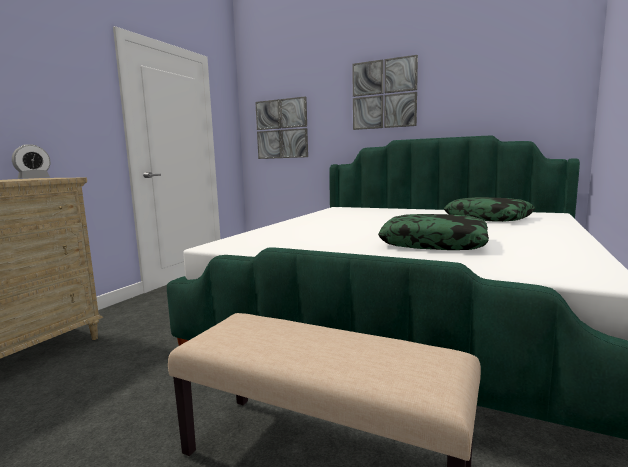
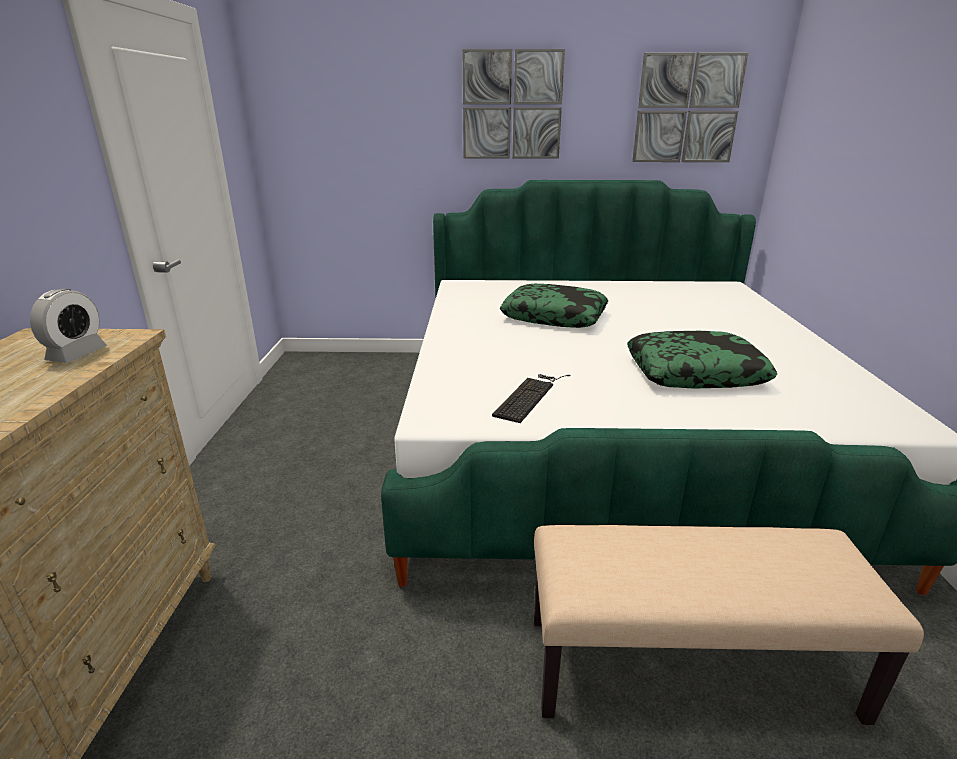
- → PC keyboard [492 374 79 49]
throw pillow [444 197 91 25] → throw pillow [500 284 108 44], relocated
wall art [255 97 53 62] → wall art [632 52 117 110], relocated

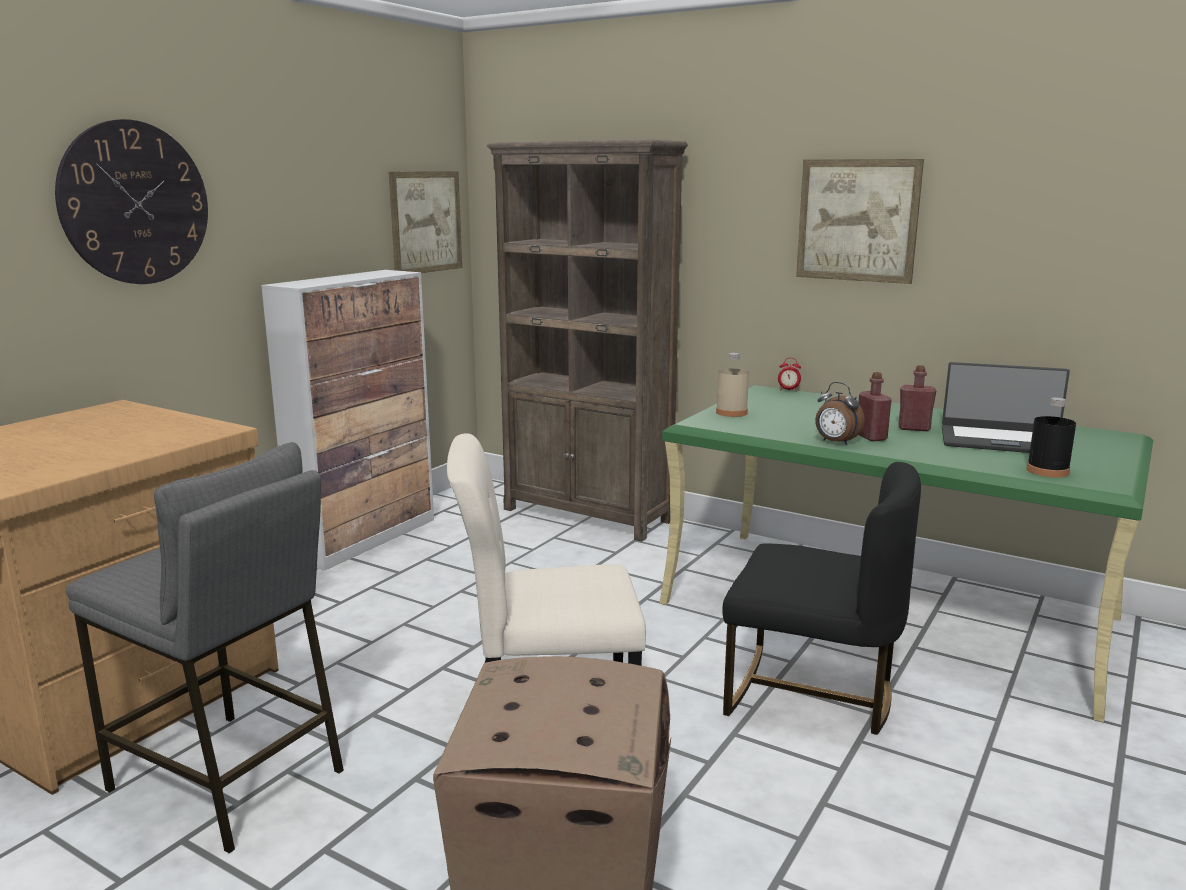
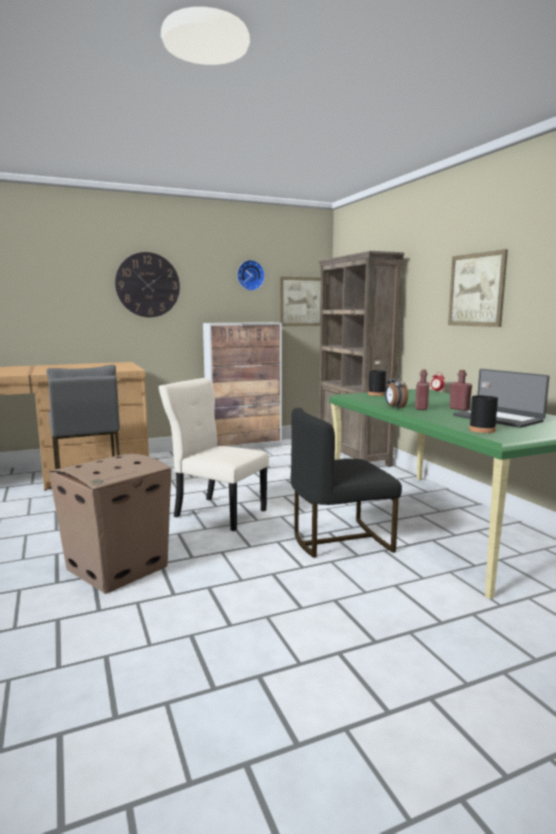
- → hanging clock [237 260 28 31]
black chair [722 462 199 273] → black chair [291 408 111 150], 105 degrees clockwise
sand-coloured beverage bottle [716 353 33 64] → black beverage bottle [368 361 18 35]

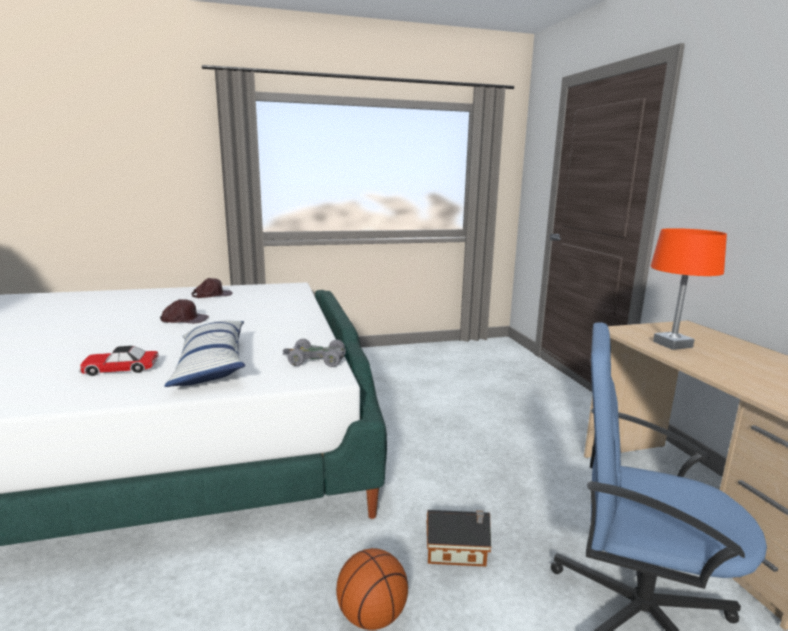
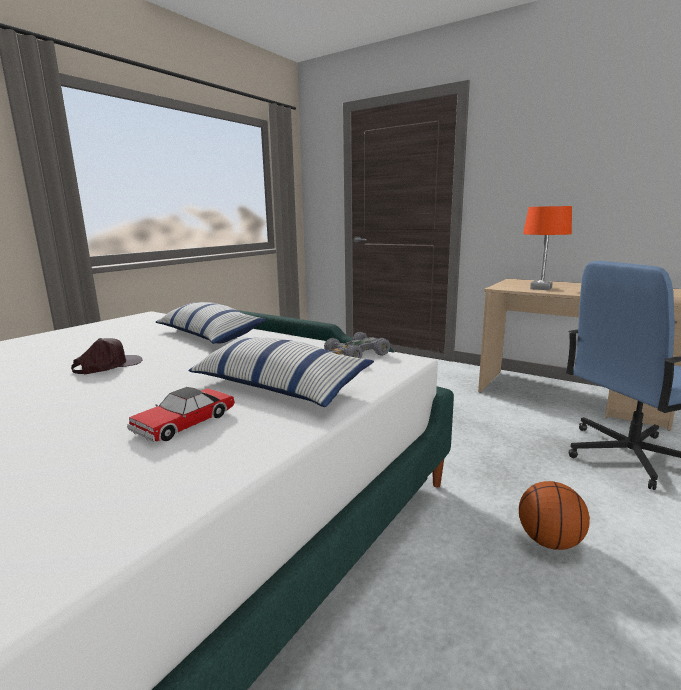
- → throw pillow [156 302 110 42]
brown baseball cap [192 278 41 20] → -
model house [427 510 64 56] → -

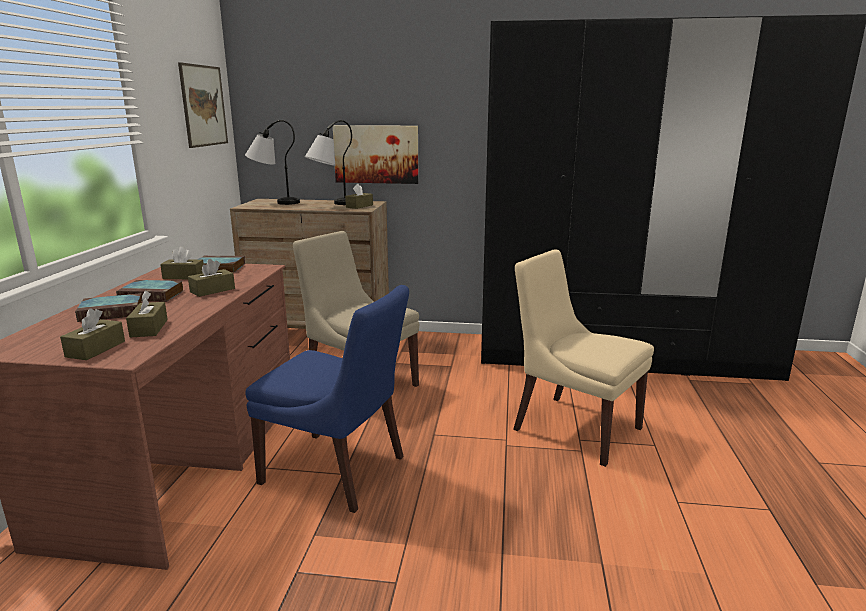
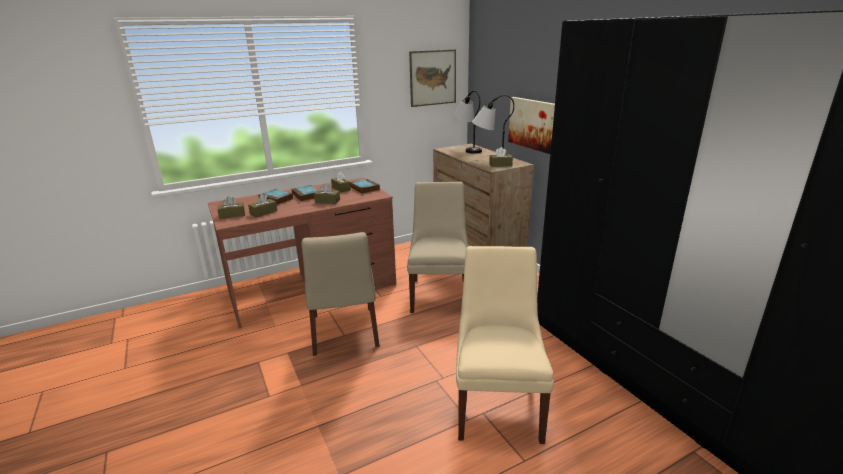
blue chair [245 285 164 228] → sand-coloured chair [302 232 77 124]

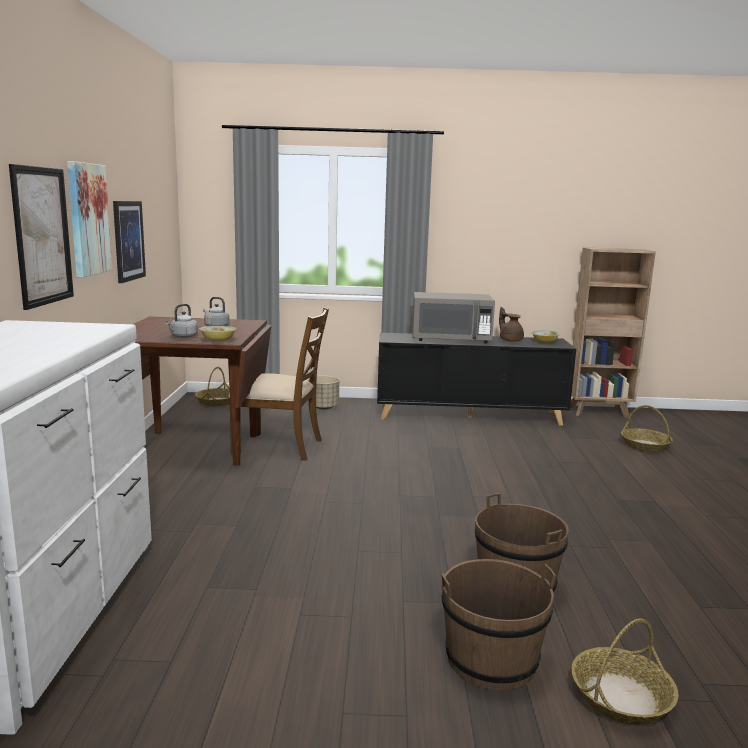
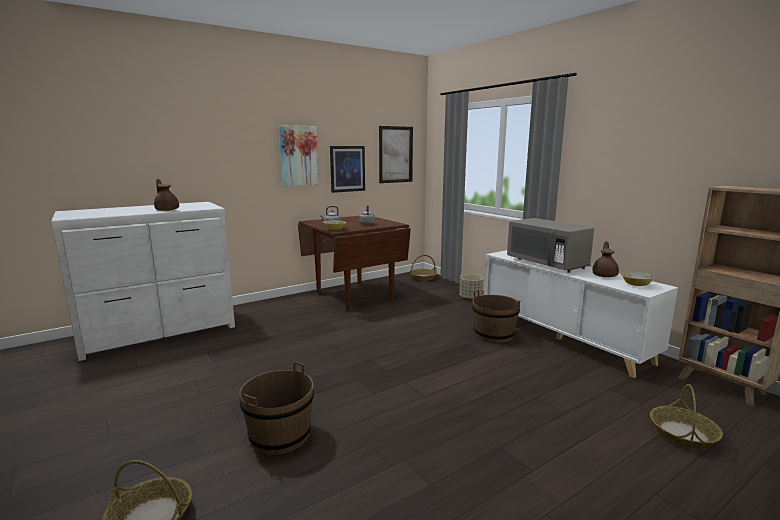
- → brown pot for tea [154 179 25 32]
wall art [9 164 65 146] → wall art [379 126 34 57], relocated
brown water bucket [441 559 115 131] → brown water bucket [472 290 49 53], relocated
black cabinet [377 332 199 93] → white-coloured cabinet [484 250 194 128]
brown chair [228 307 101 154] → -

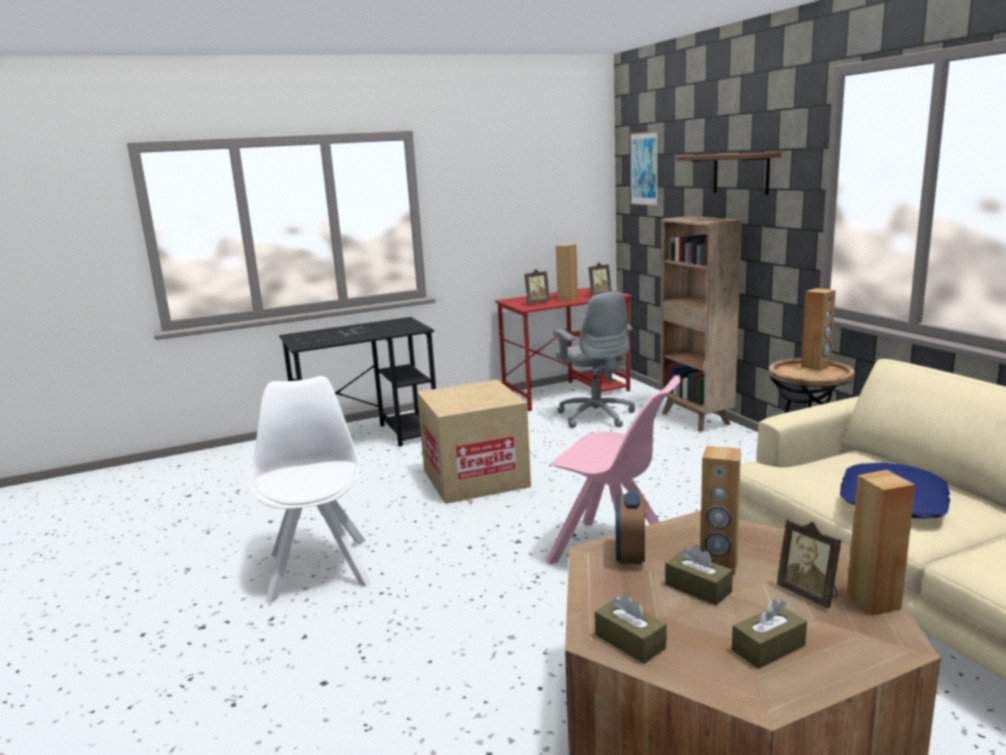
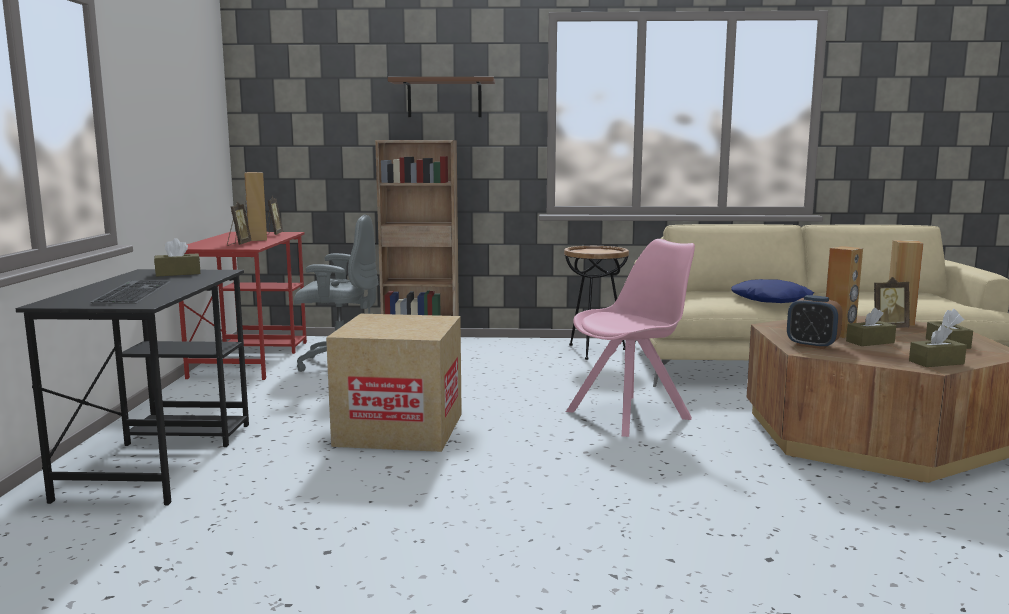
- → brown tissue holder [154 238 46 39]
white-coloured chair [249 376 122 227] → -
wall art [630 131 28 75] → -
brown loudspeaker [801 288 35 83] → -

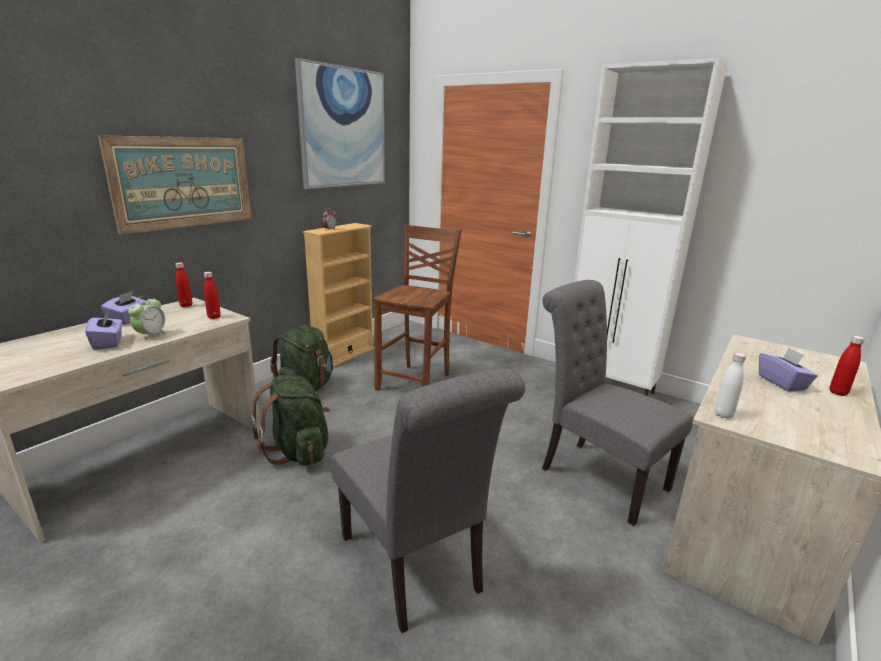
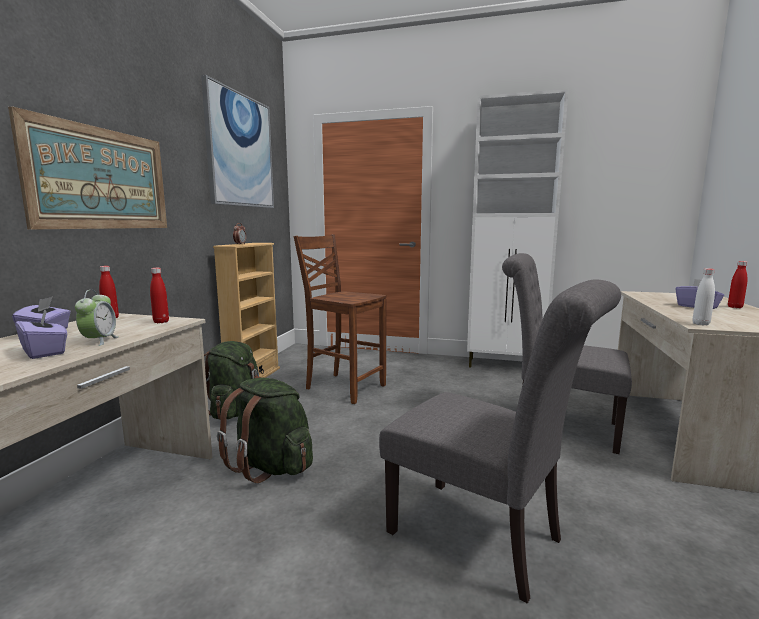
brown chair [373 224 89 167] → brown chair [294 234 92 170], 60 degrees counterclockwise

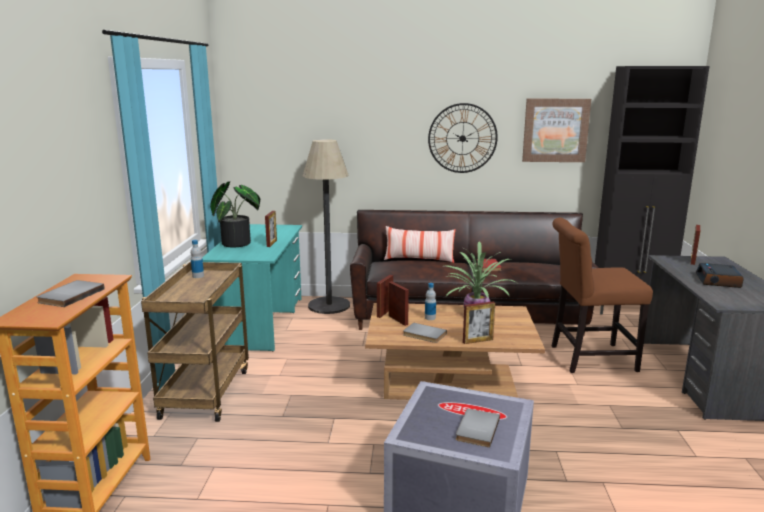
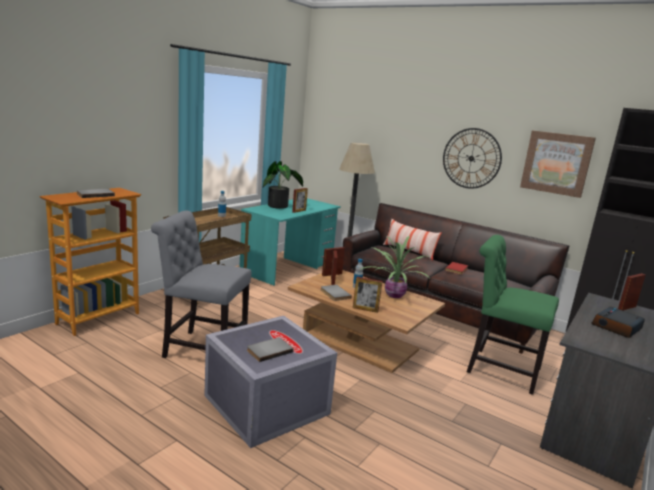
- → greyish chair [151 210 101 148]
brown chair [552 218 101 155] → green-coloured chair [467 235 92 160]

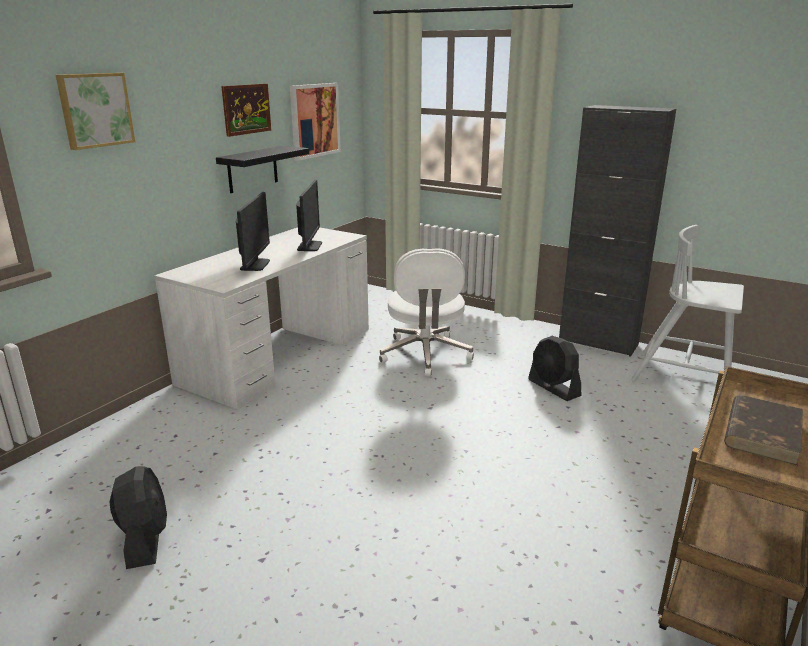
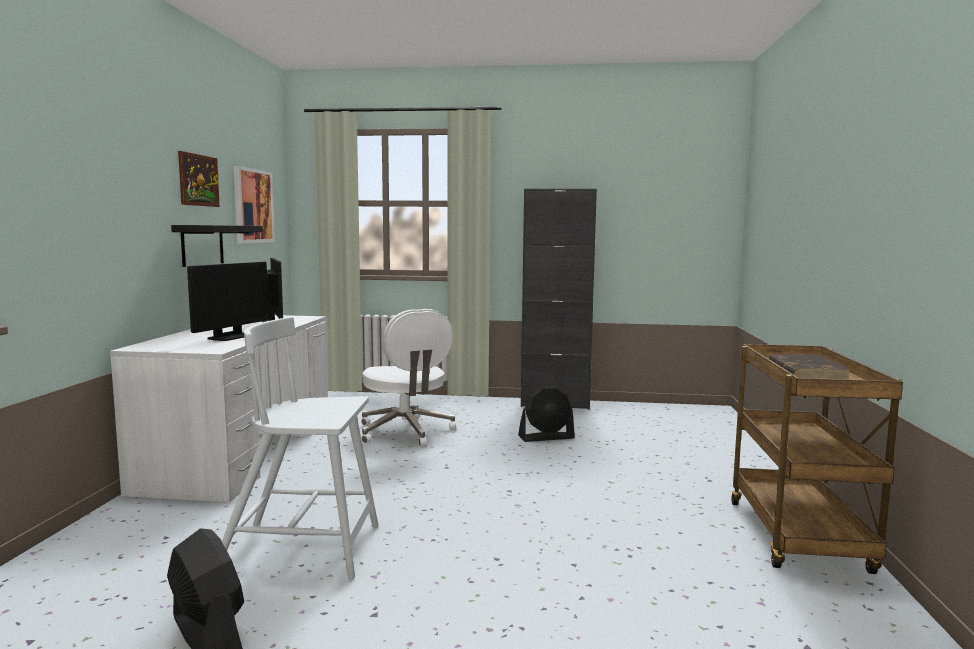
computer display [236 192 34 79] → computer display [187 262 82 79], 45 degrees clockwise
white-coloured chair [631 225 113 156] → white-coloured chair [222 317 157 262], relocated
black cooling fan [528 336 53 65] → black cooling fan [518 385 57 57], 45 degrees counterclockwise
wall art [56 73 79 77] → -

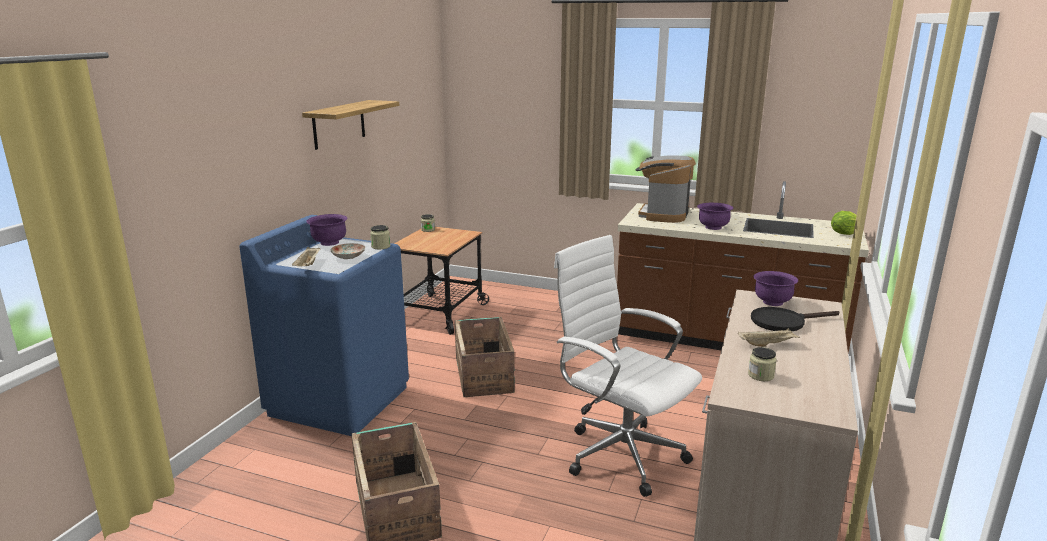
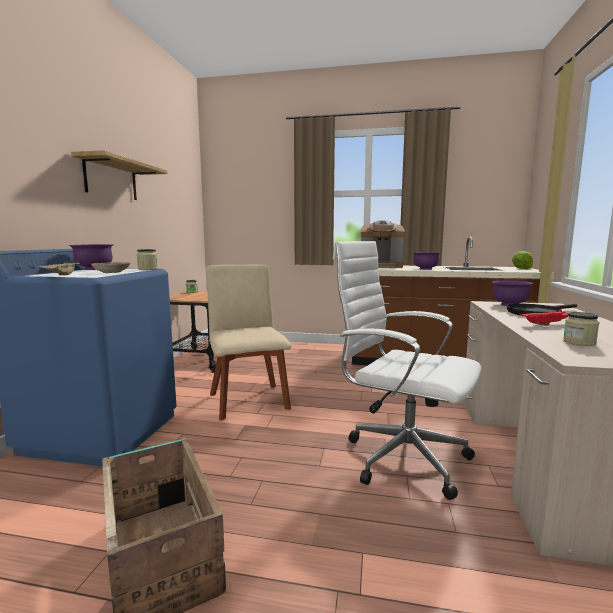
packing crate [455 317 60 80] → sand-coloured chair [207 264 84 157]
coffee maker [636 156 60 67] → coffee maker [361 220 44 48], 90 degrees counterclockwise
sand-coloured carrying tray [738 328 62 19] → reddish carrying tray [520 309 49 17]

